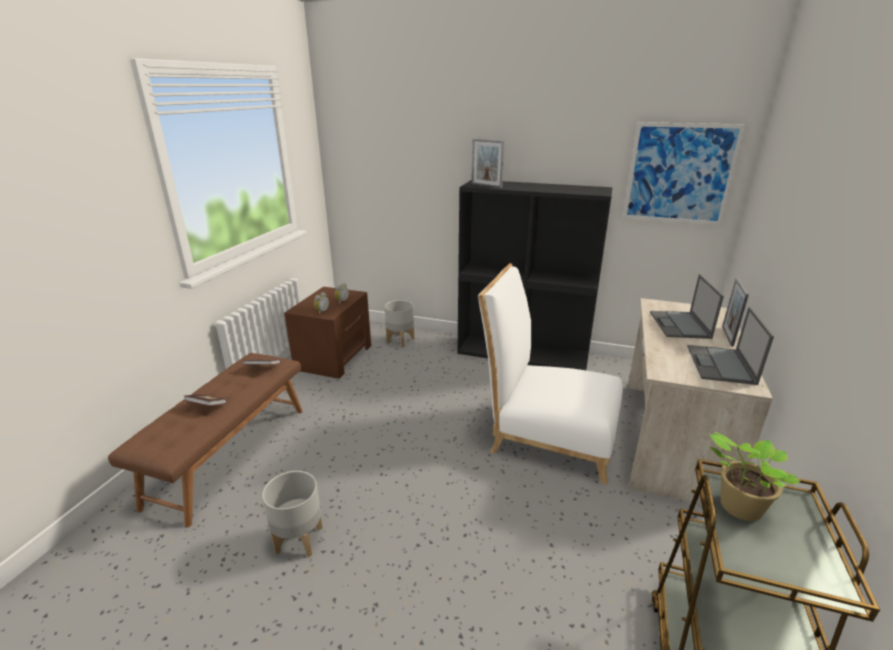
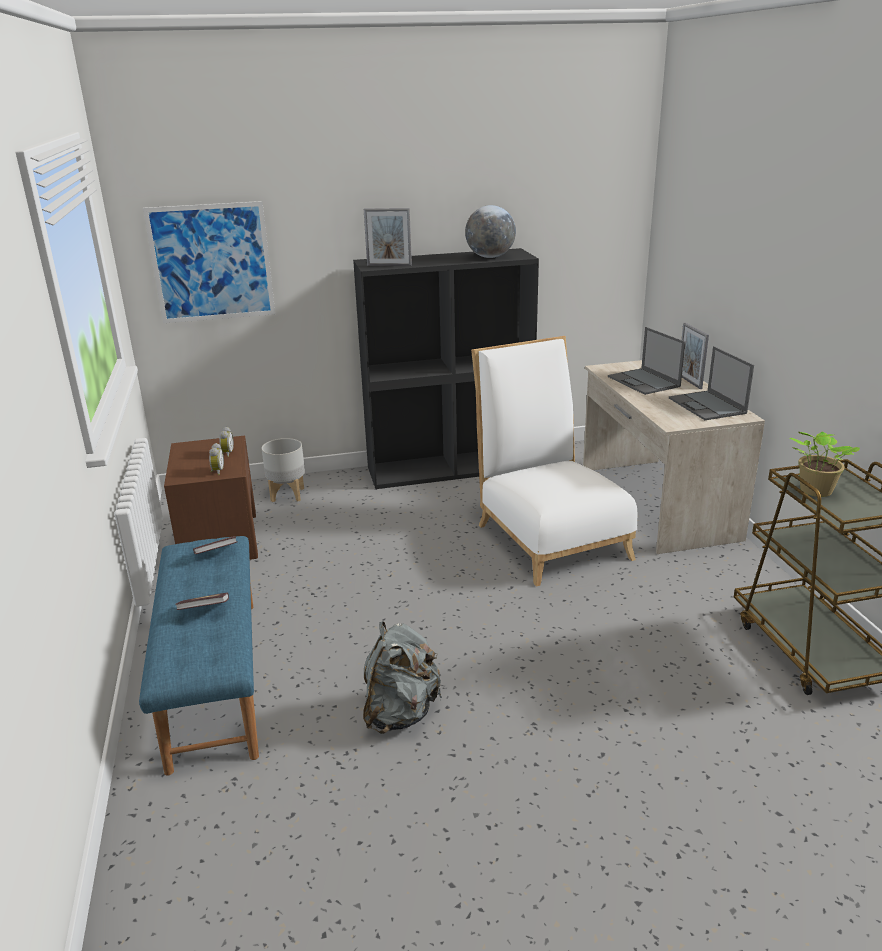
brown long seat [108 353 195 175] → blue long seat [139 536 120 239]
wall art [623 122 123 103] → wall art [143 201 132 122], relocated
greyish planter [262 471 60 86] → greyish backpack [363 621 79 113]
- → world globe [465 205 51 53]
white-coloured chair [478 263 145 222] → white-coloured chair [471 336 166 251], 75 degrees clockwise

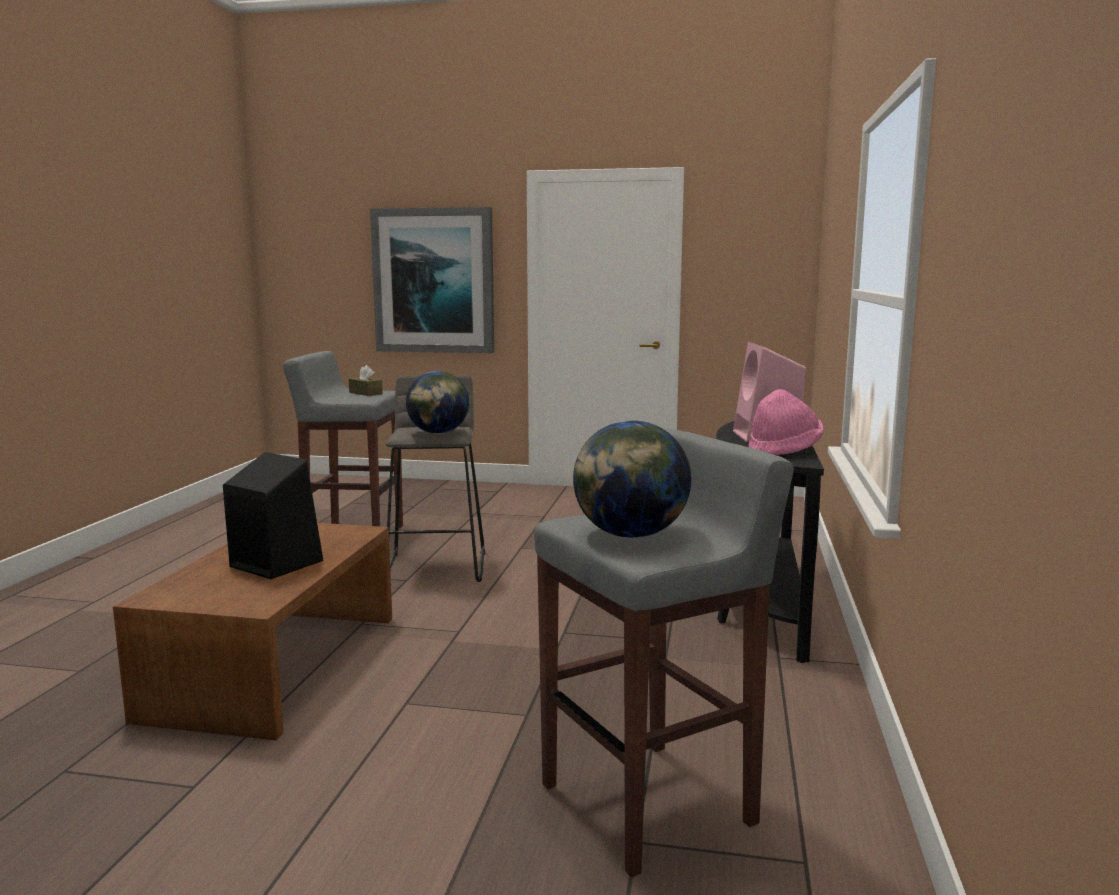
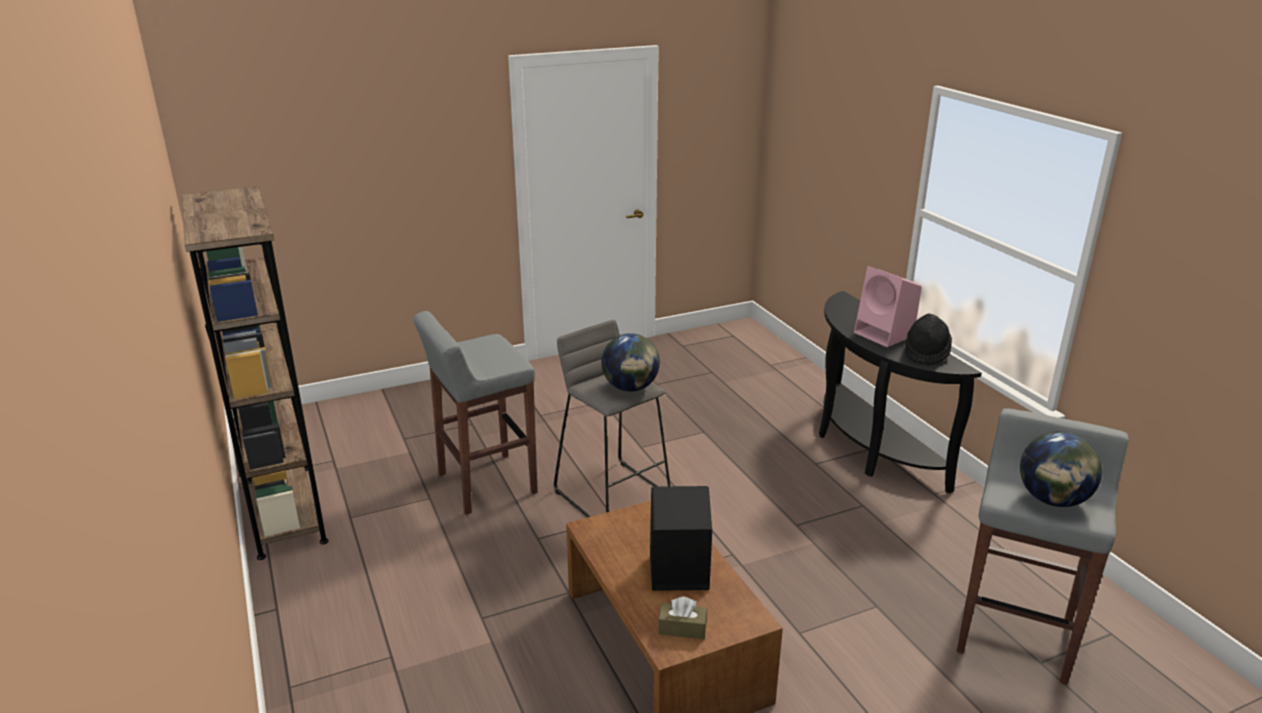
- → brown bookshelf [182 186 147 374]
brown tissue holder [349 365 34 31] → brown tissue holder [658 597 49 42], relocated
pinkish clothing hat [748 389 76 66] → black clothing hat [905 313 47 53]
wall art [370 207 124 146] → -

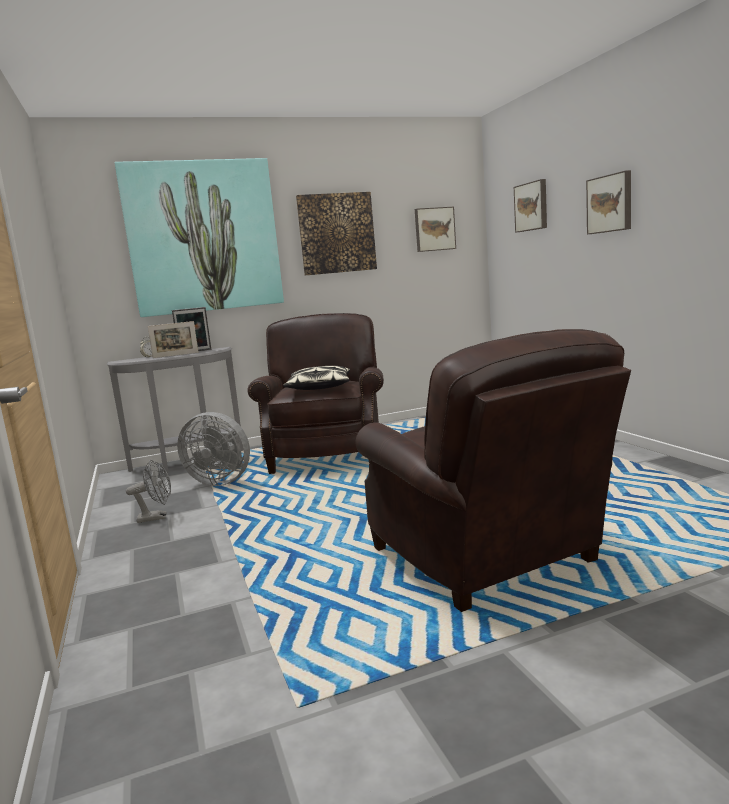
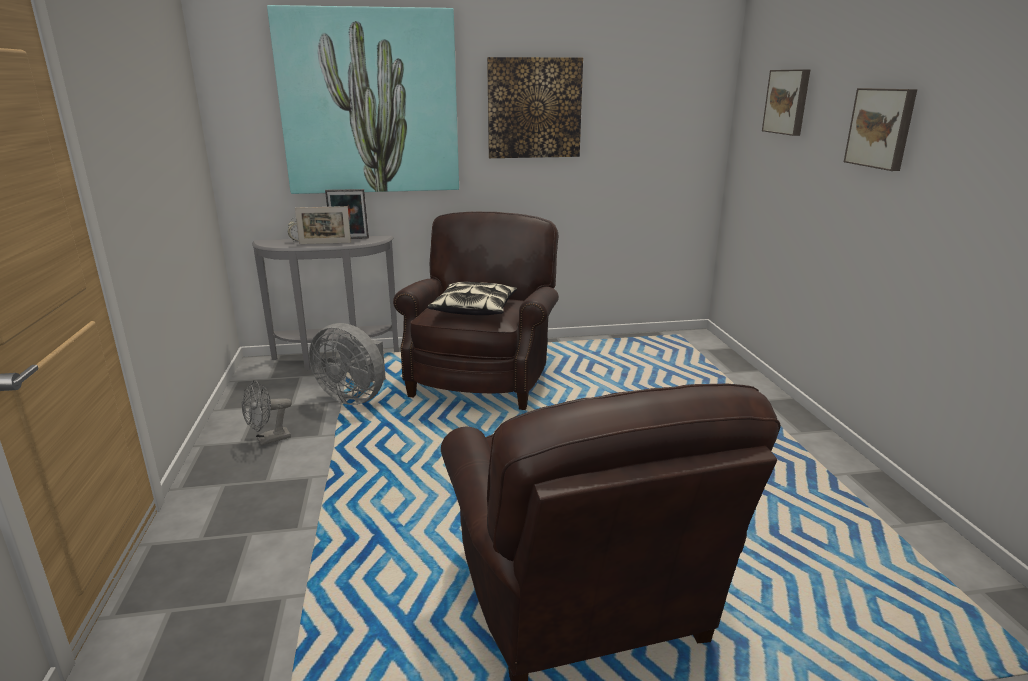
greyish cooling fan [126 460 45 63] → greyish cooling fan [242 380 50 66], 150 degrees clockwise
wall art [415 207 41 45] → -

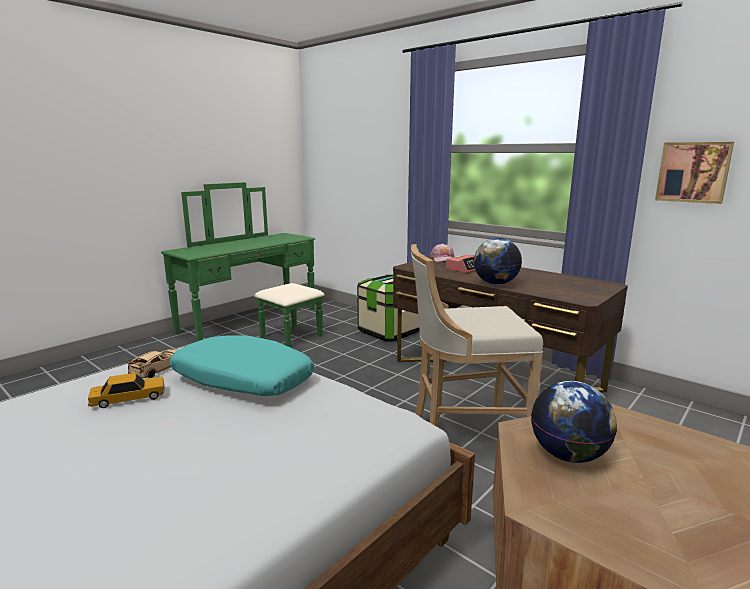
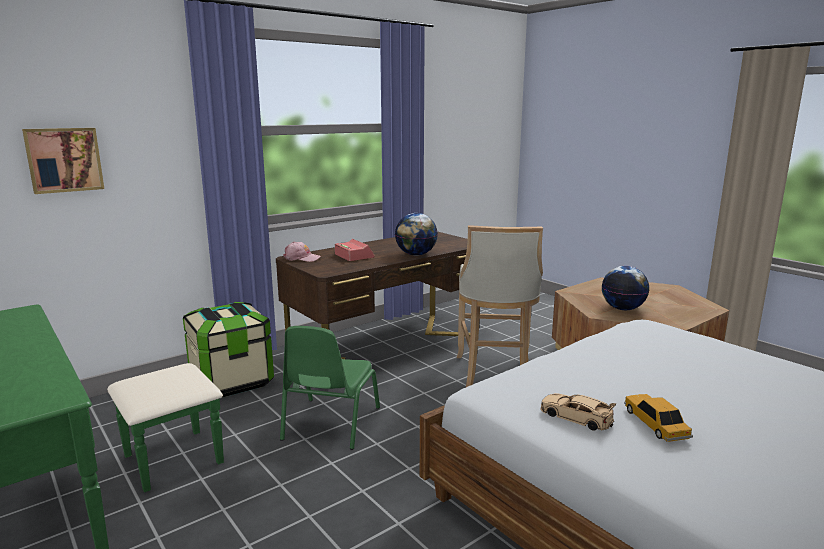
wall art [655 142 79 62] → wall art [22 128 82 66], relocated
- → green-coloured chair [280 326 100 124]
turquoise throw pillow [170 335 144 61] → -

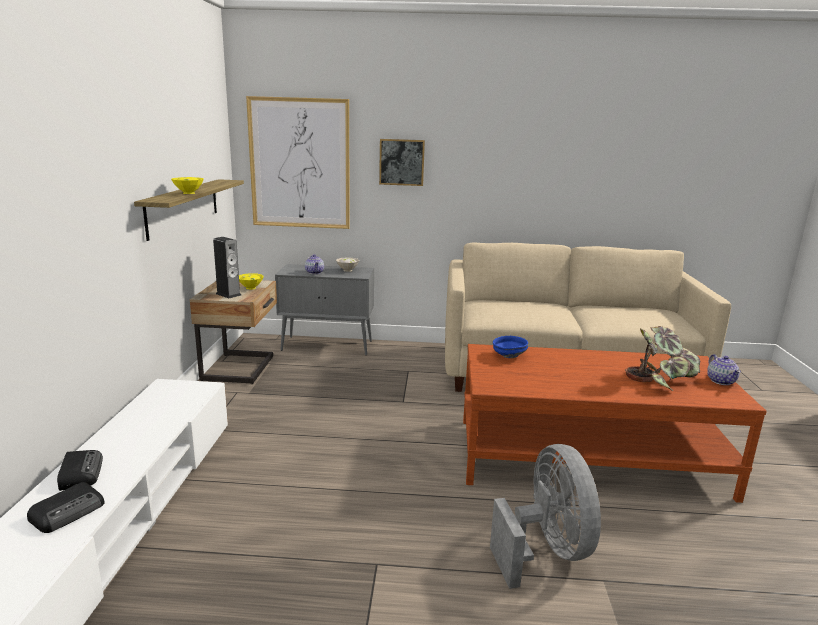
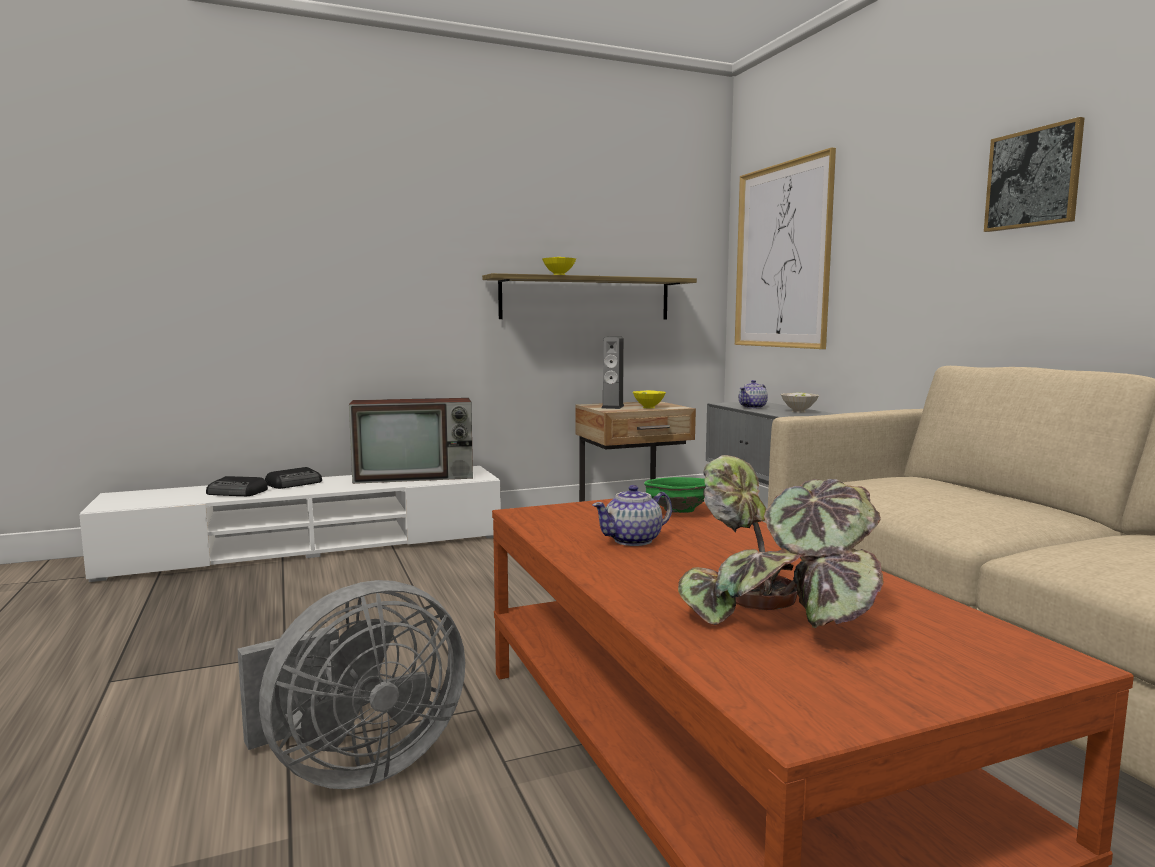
- → television [349 398 124 86]
pot for tea [707 354 34 31] → pot for tea [592 485 80 61], relocated
blue deep dish [493 336 35 22] → green-coloured deep dish [644 477 62 36]
wall art [379 139 46 47] → wall art [984 117 101 115], relocated

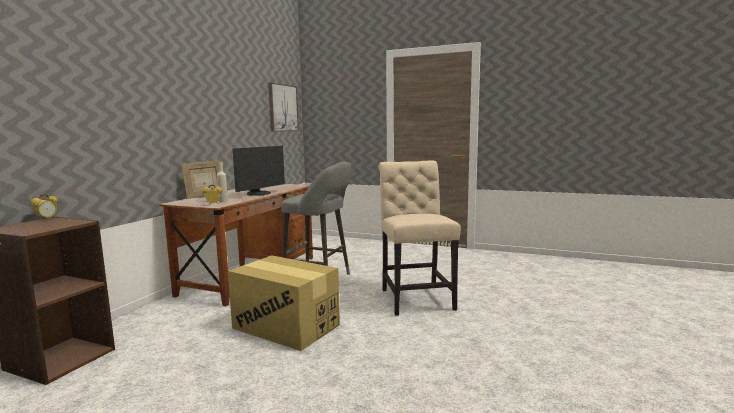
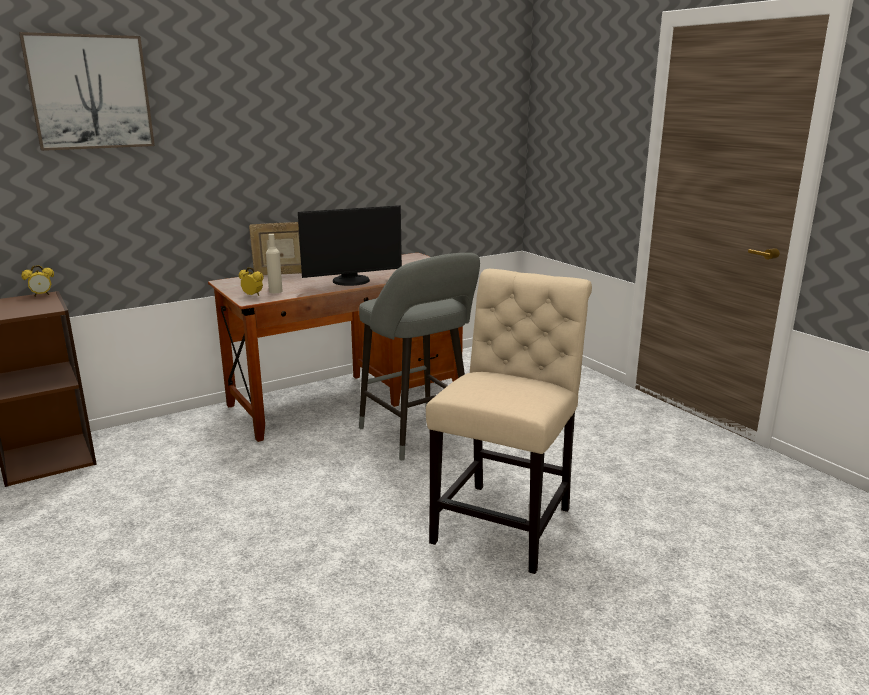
wall art [268 82 31 50] → wall art [19 32 136 119], relocated
cardboard box [228 255 112 96] → -

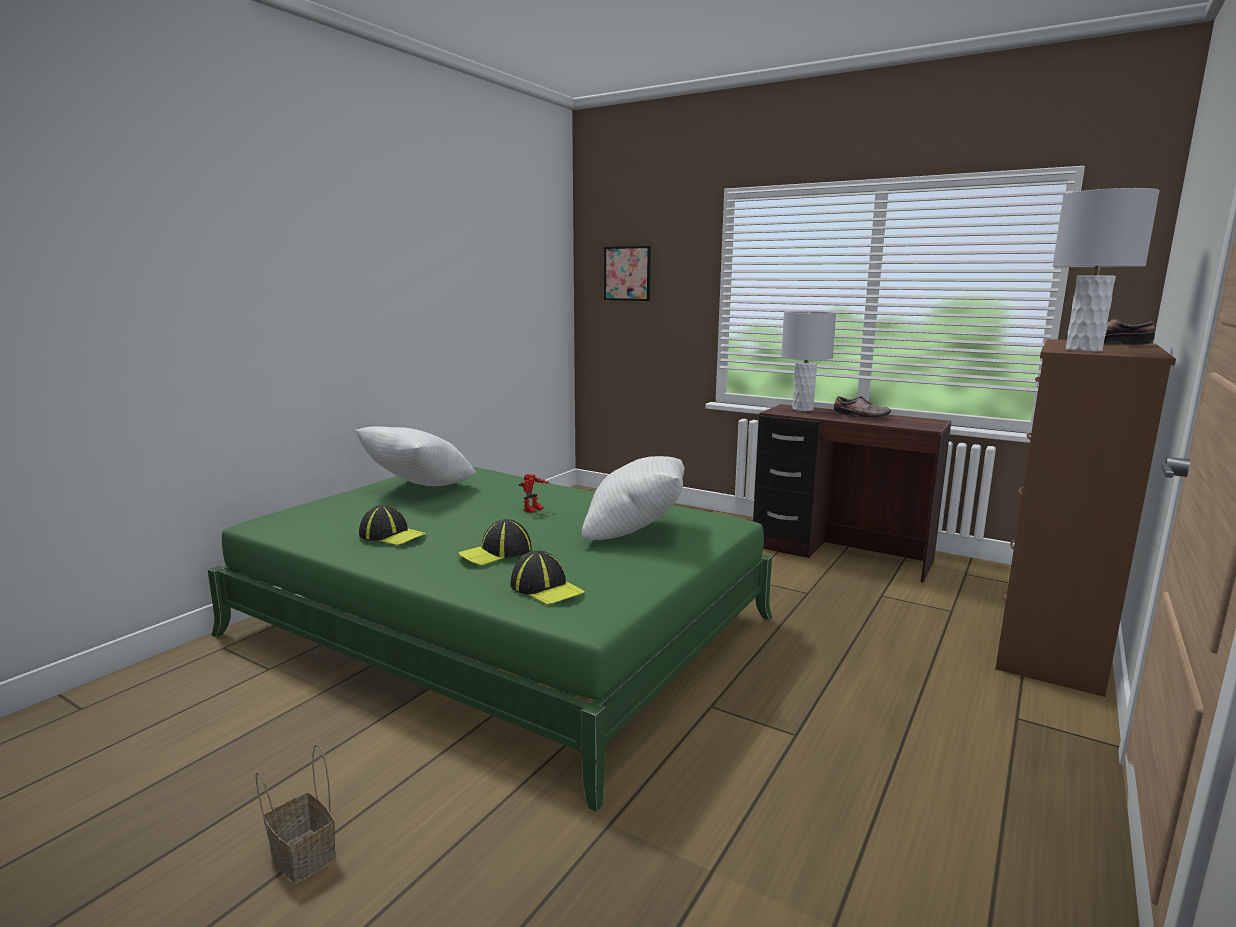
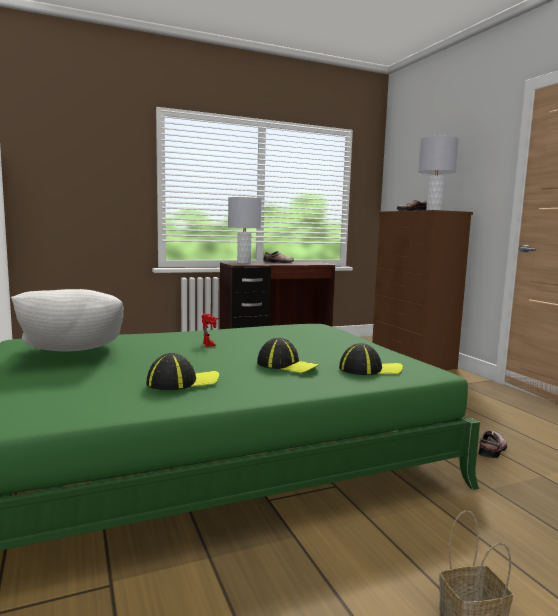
baseball cap [458 519 74 47] → baseball cap [257 338 63 35], 60 degrees counterclockwise
- → item of footwear [478 431 29 27]
white-coloured throw pillow [582 456 102 84] → -
wall art [604 246 47 55] → -

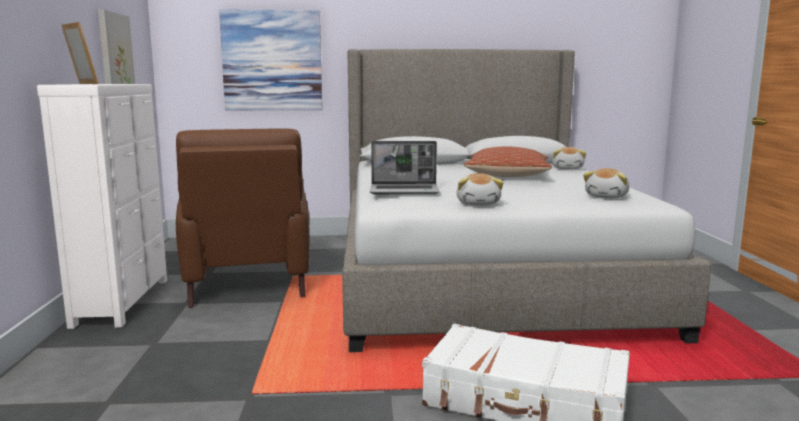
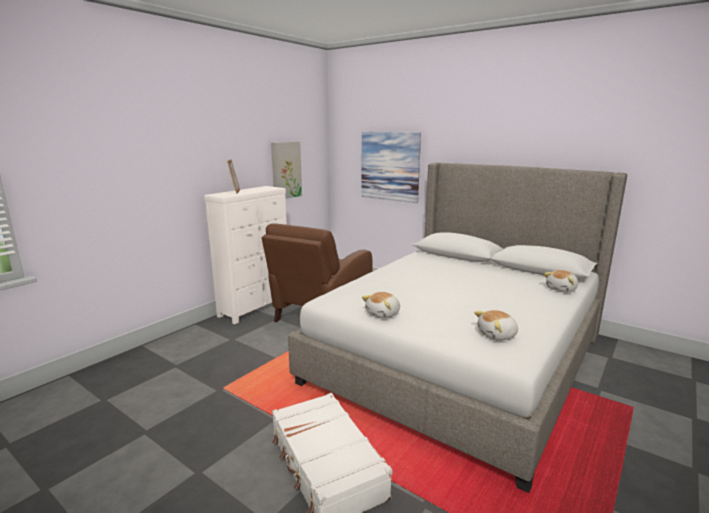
portable computer [370 141 69 53] → -
throw pillow [464 146 88 31] → -

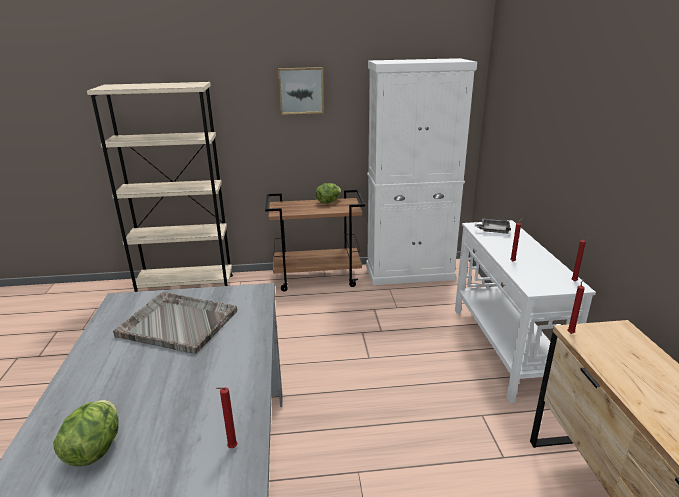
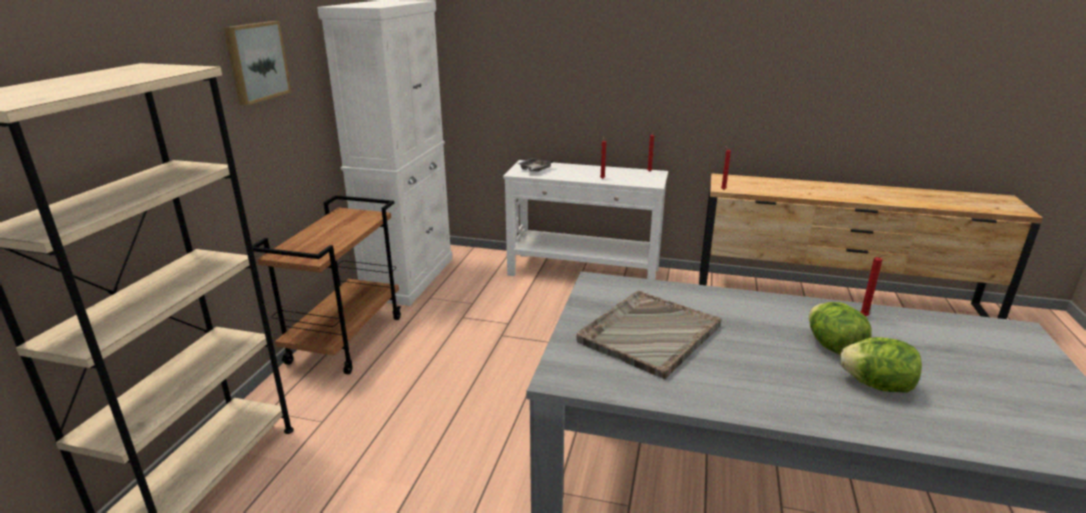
lettuce head [315 183 26 21] → lettuce head [809 302 63 53], relocated

